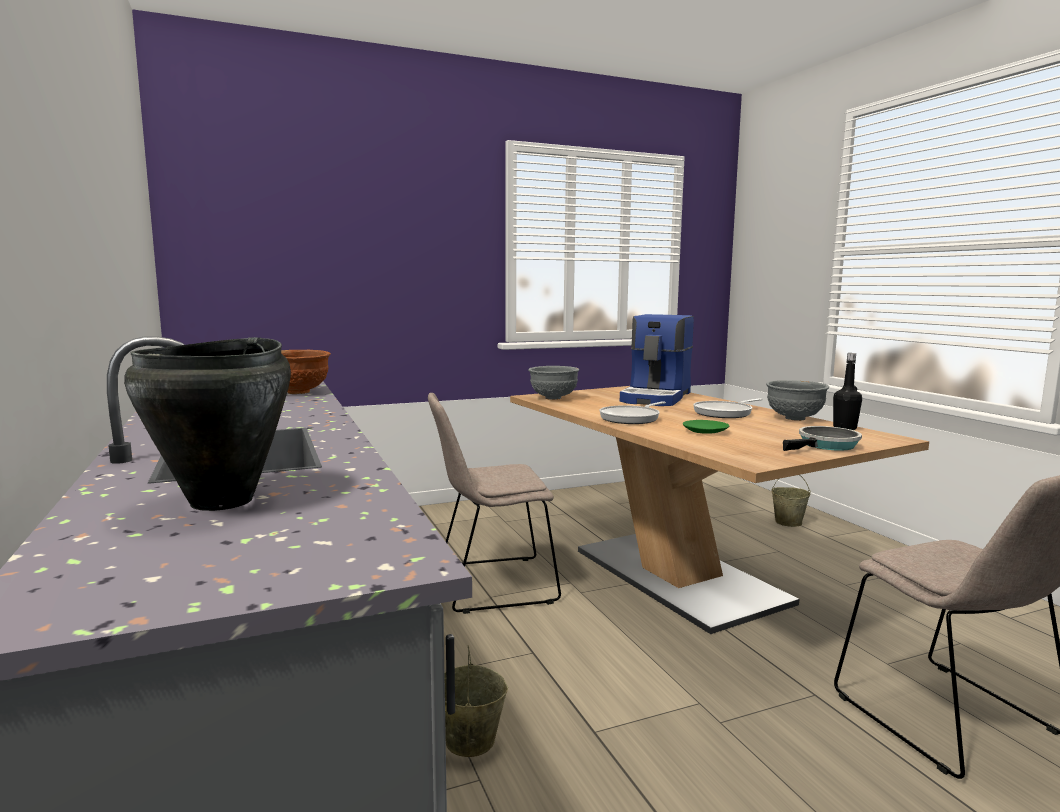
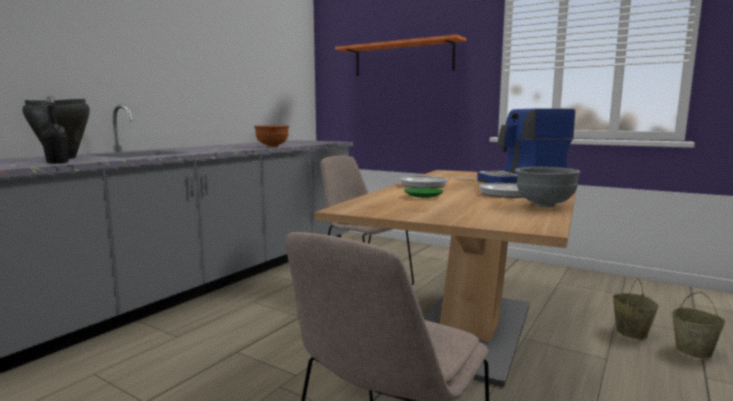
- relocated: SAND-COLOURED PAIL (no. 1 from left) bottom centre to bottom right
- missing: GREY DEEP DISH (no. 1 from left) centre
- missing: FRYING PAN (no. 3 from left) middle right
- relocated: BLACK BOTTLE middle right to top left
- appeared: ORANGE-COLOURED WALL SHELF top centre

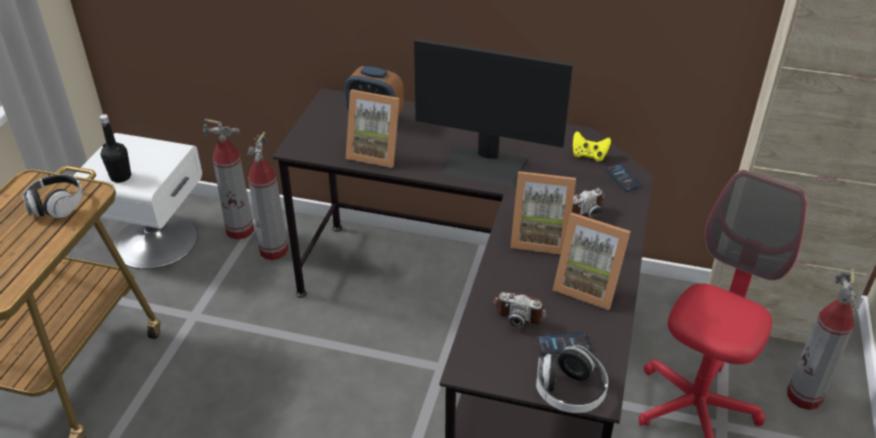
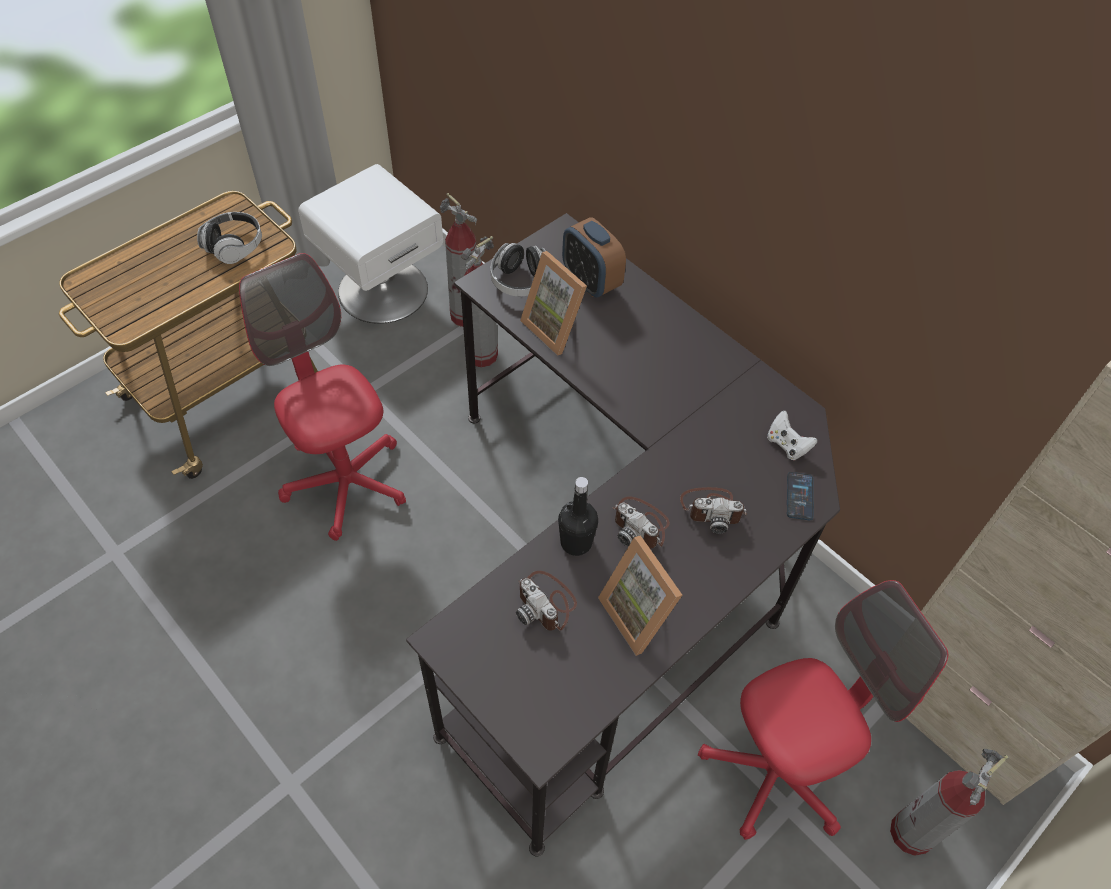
- relocated: BLACK BOTTLE middle left to centre
- missing: MONITOR top centre
- exchanged: PHOTO FRAME (no. 2 from left) centre to STILL CAMERA (no. 2 from left) centre
- relocated: PAIR OF HEADPHONES (no. 2 from left) bottom centre to top centre
- missing: PHONE (no. 1 from left) bottom centre
- colour: YELLOWISH GAMEPAD middle right to WHITE GAMEPAD middle right
- appeared: REDDISH DESK CHAIR (no. 1 from left) middle left

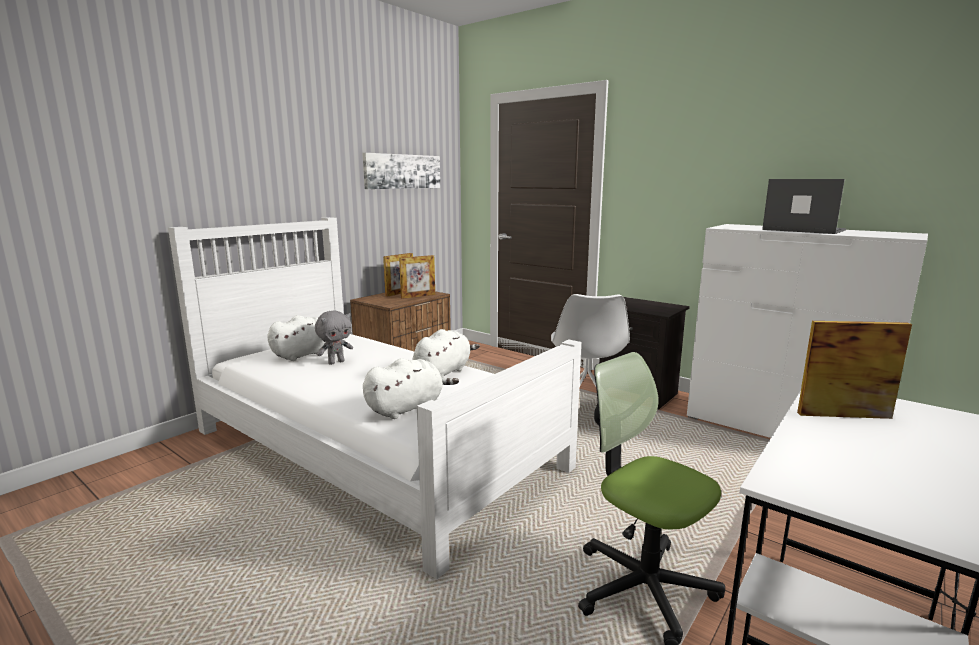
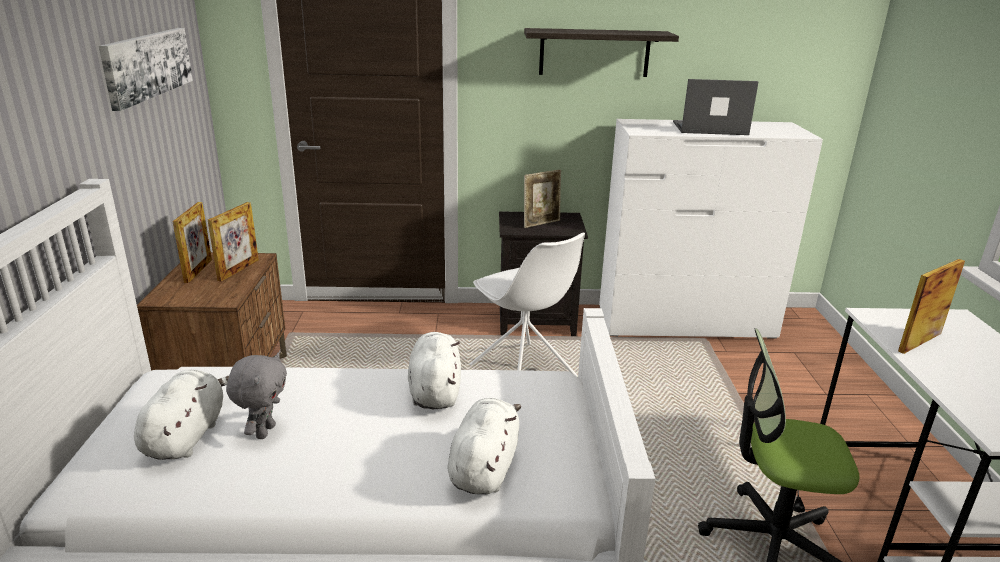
- appeared: WALL SHELF top centre
- appeared: PHOTO FRAME (no. 3 from left) centre

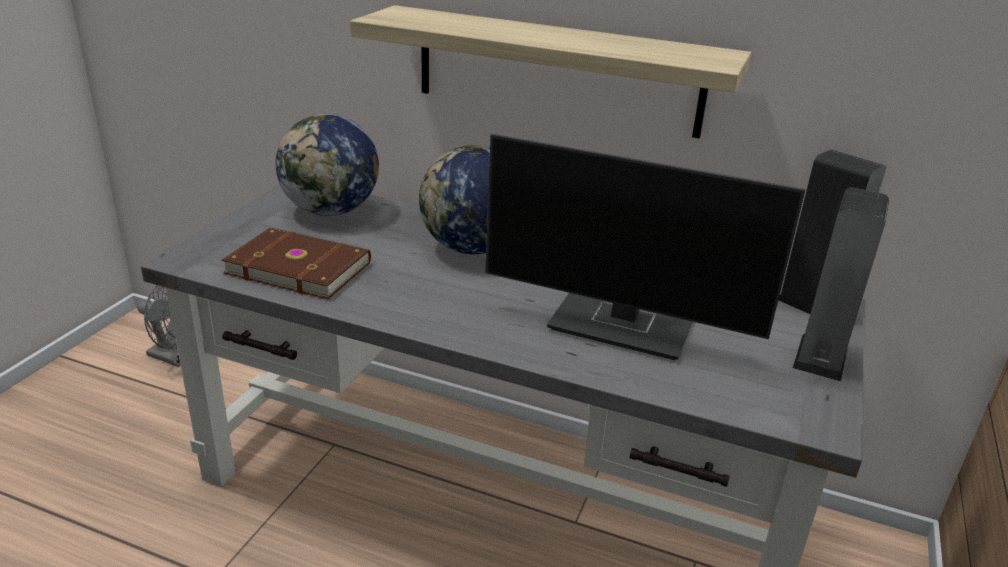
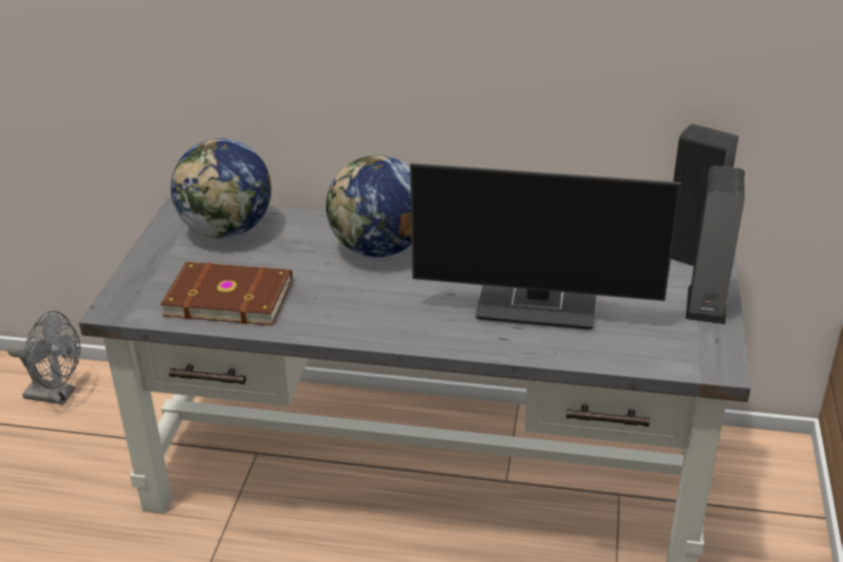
- missing: WALL SHELF top centre

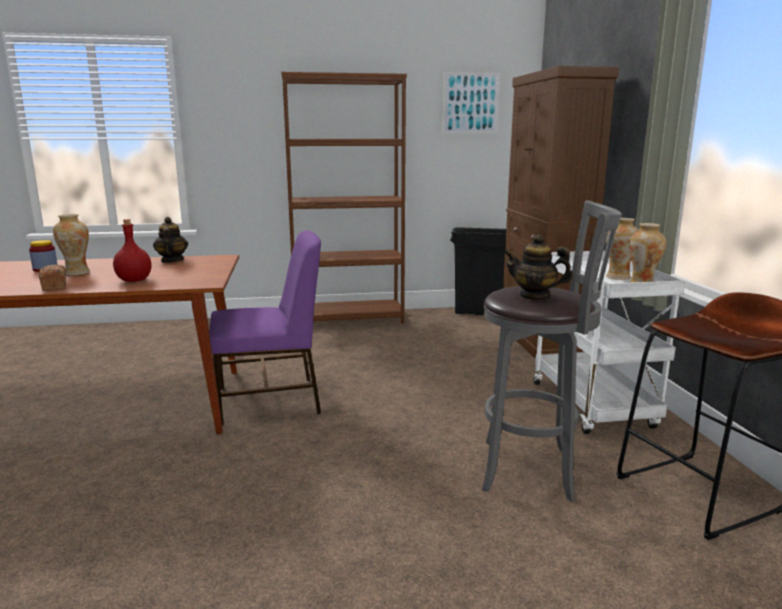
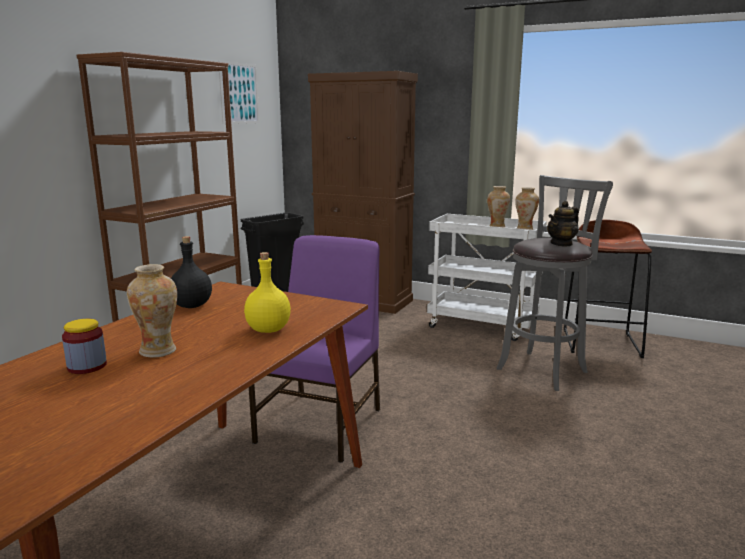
- missing: BAKERY BREAD middle left
- colour: REDDISH BOTTLE middle left to YELLOWISH BOTTLE centre
- exchanged: TEA POT (no. 1 from left) middle left to BLACK BOTTLE middle left

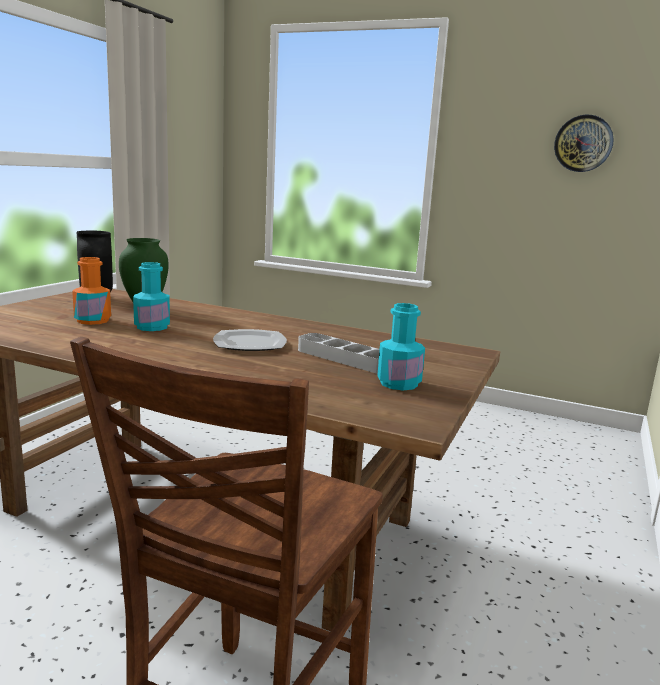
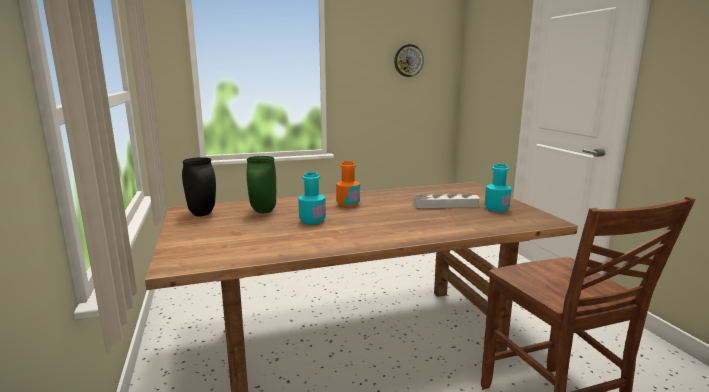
- relocated: ORANGE-COLOURED BOTTLE middle left to centre
- missing: FLAT DISH centre

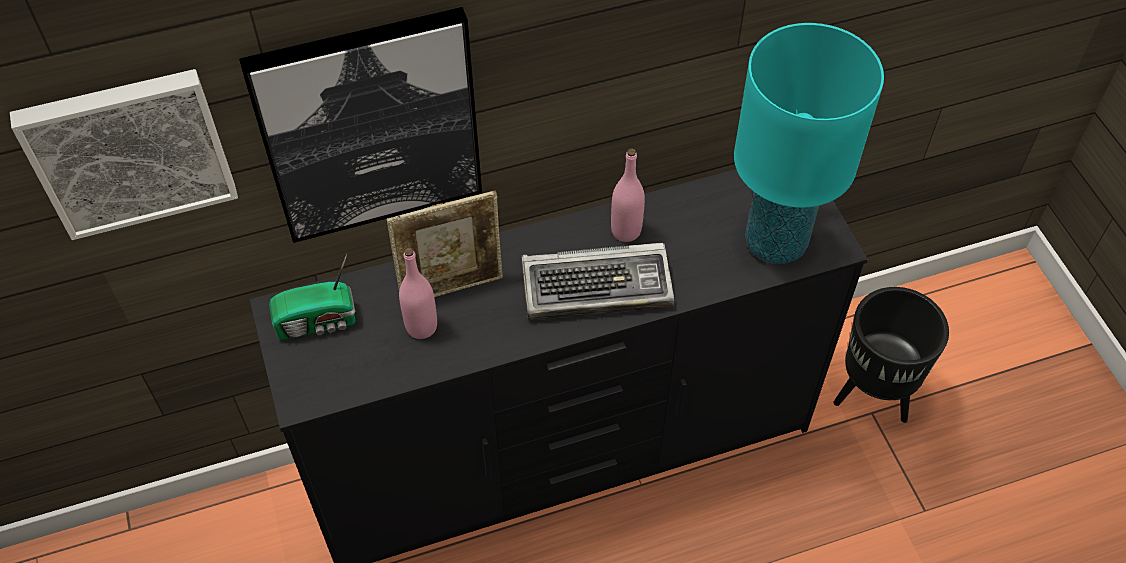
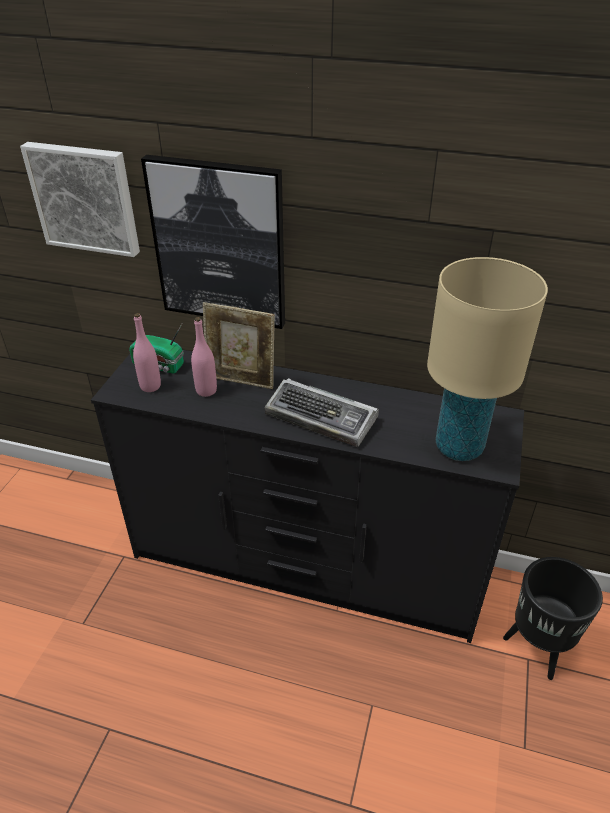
- relocated: PINK BOTTLE (no. 2 from left in the first image) centre to PINK BOTTLE (no. 1 from left) middle left
- colour: TURQUOISE-COLOURED TABLE LAMP top right to SAND-COLOURED TABLE LAMP middle right

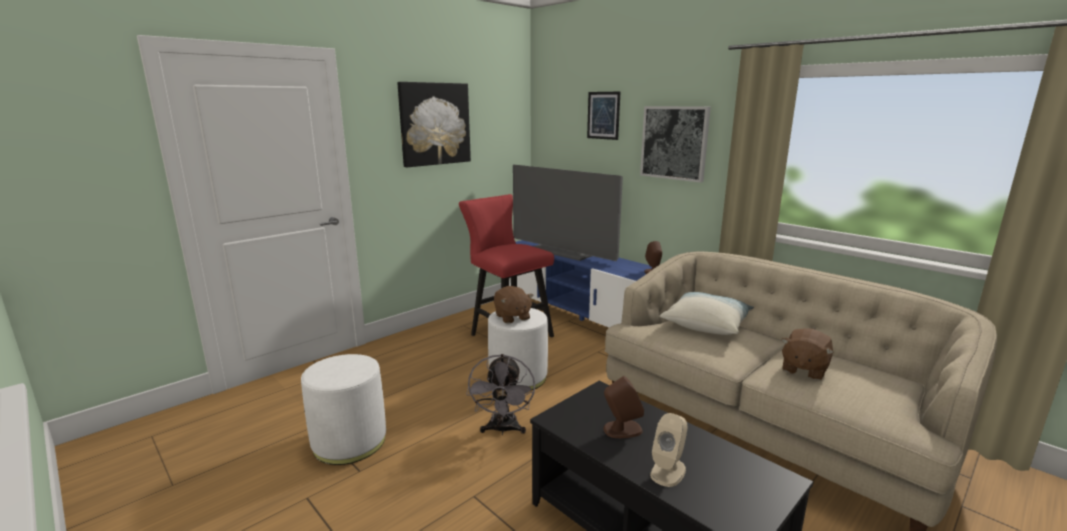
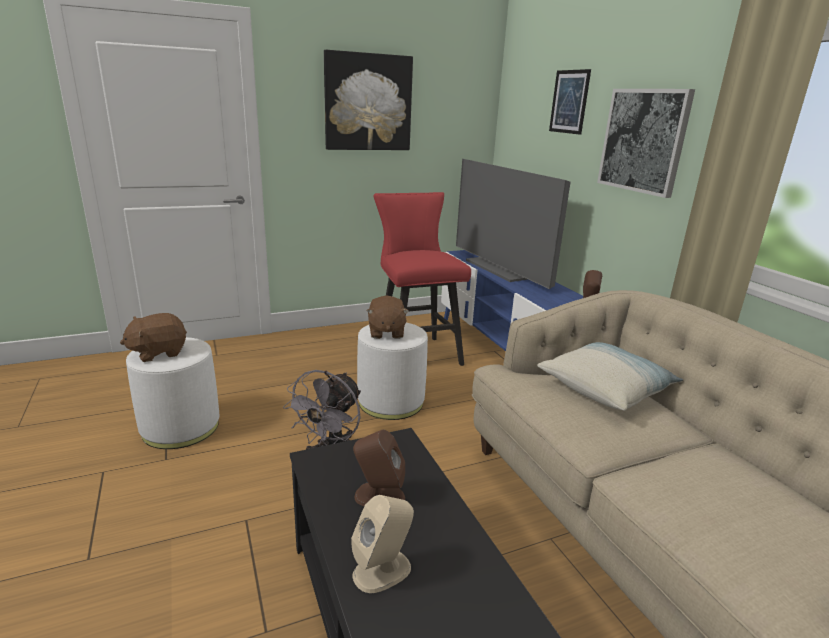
- relocated: BROWN SOFT TOY (no. 2 from left in the first image) bottom right to BROWN SOFT TOY (no. 1 from left) middle left

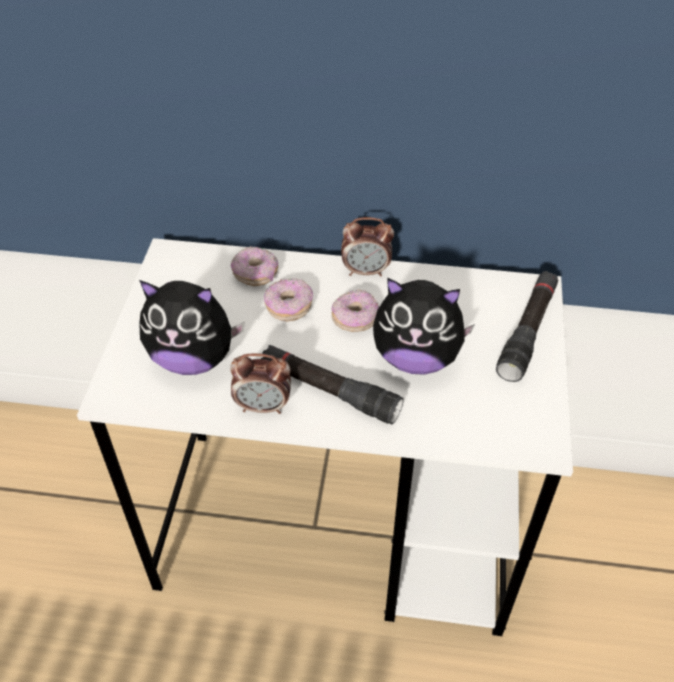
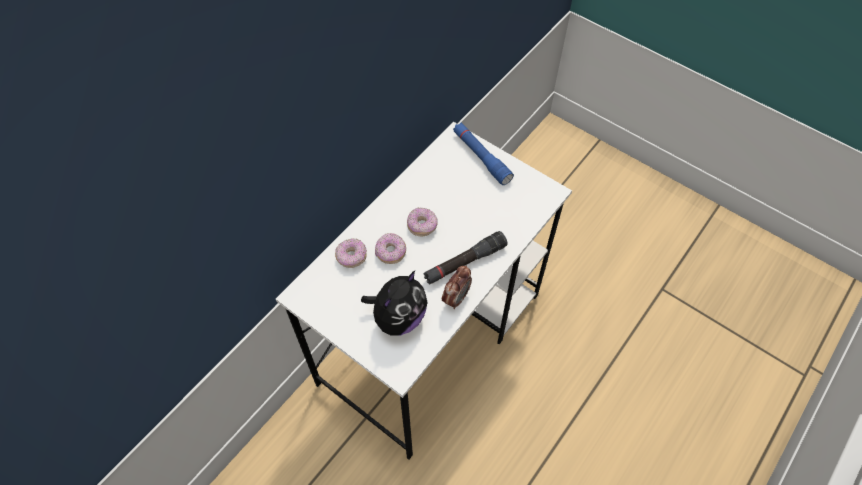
- missing: TABLE CLOCK (no. 2 from left) centre
- missing: SOFT TOY (no. 2 from left) centre
- colour: BLACK HAND TORCH (no. 2 from left) middle right to BLUE HAND TORCH top centre

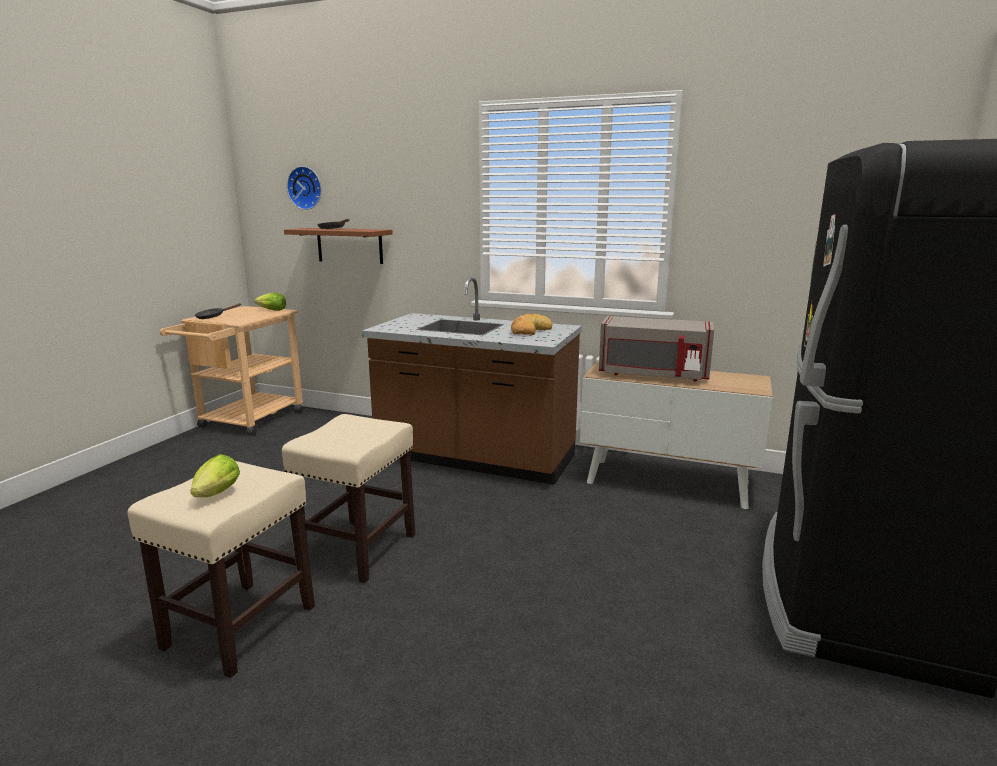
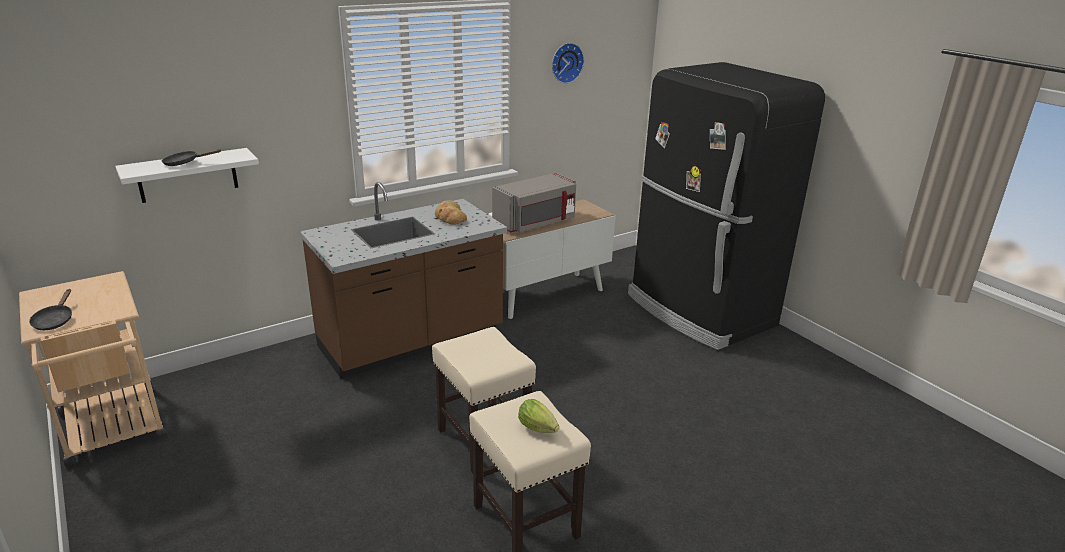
- missing: HEAD OF LETTUCE (no. 2 from left) middle left
- colour: BROWN WALL SHELF top centre to WHITE WALL SHELF top left
- relocated: HANGING CLOCK top left to top centre

